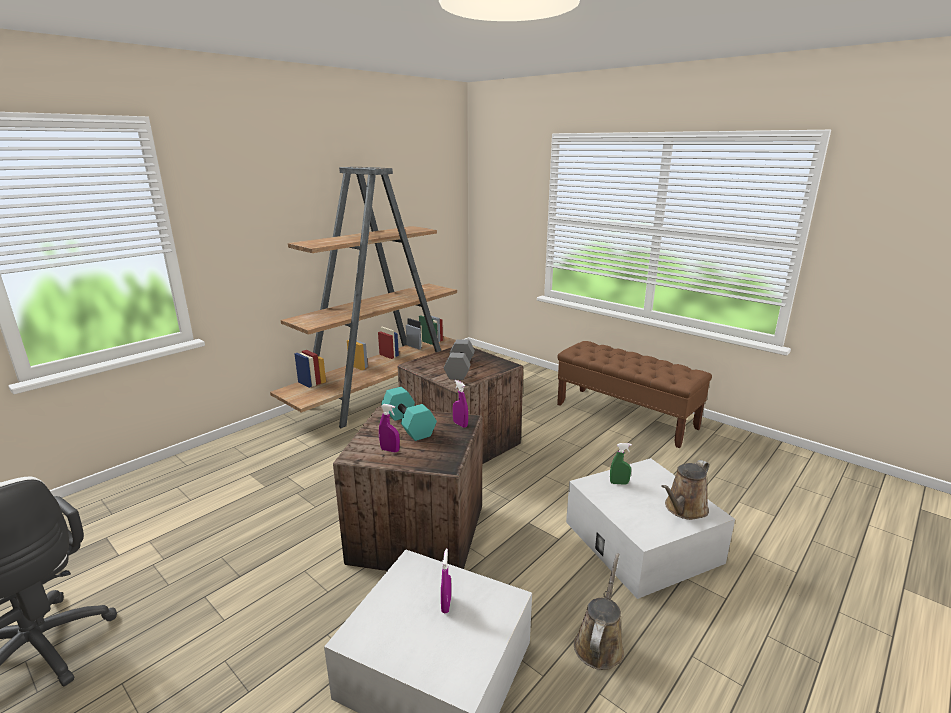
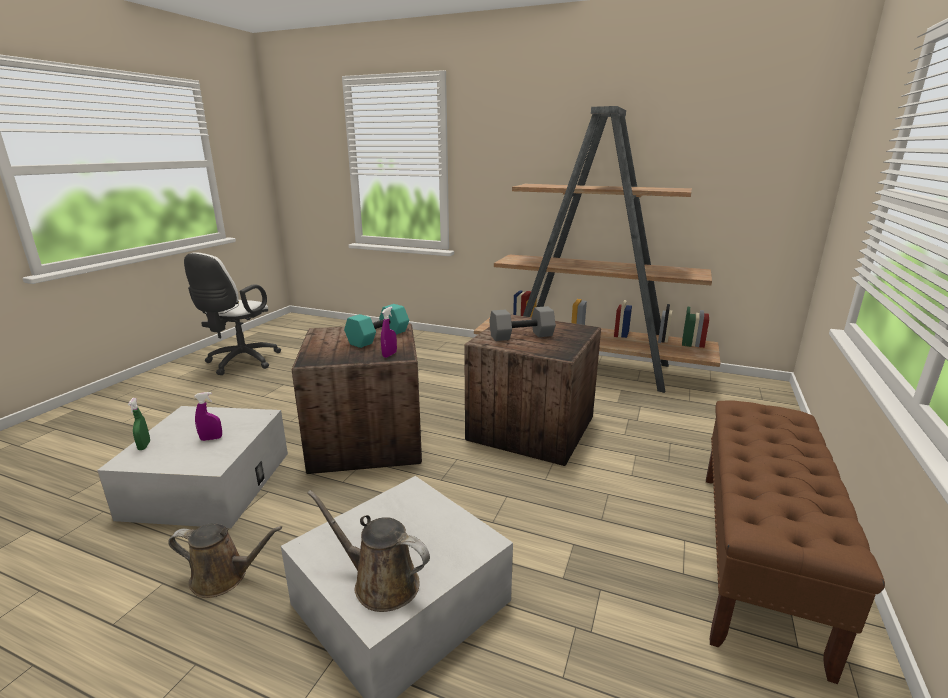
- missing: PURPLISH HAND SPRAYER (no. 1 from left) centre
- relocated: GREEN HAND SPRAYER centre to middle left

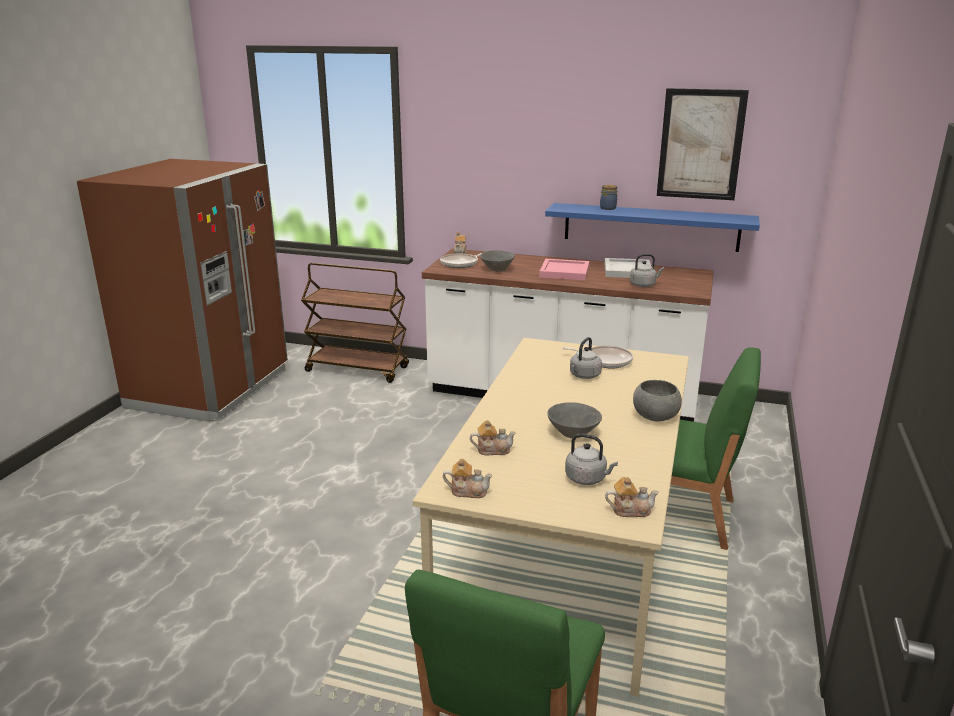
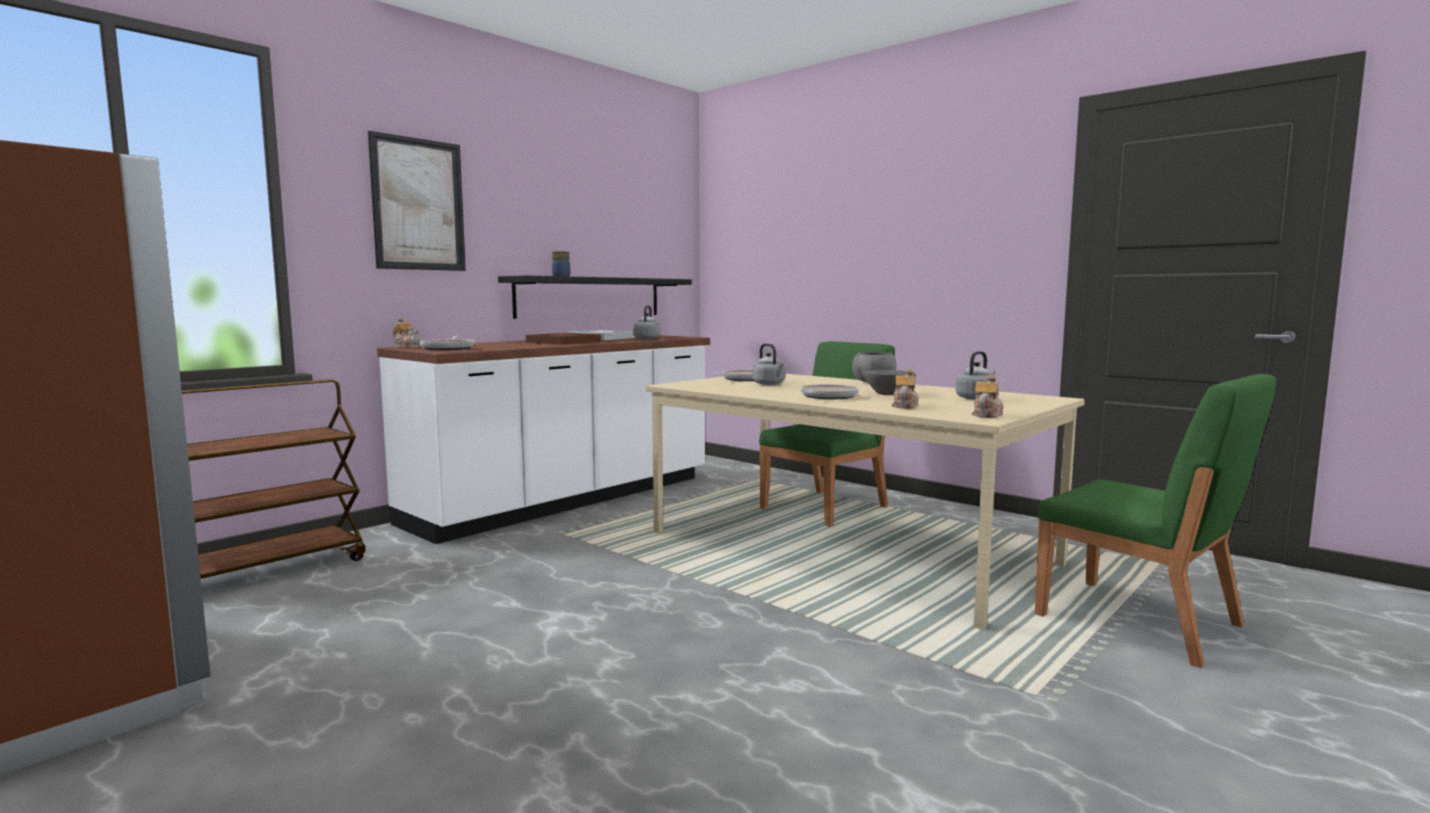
- missing: GREY DEEP DISH (no. 1 from left) centre
- colour: PINK SERVING TRAY centre to BROWN SERVING TRAY centre
- colour: BLUE WALL SHELF top right to BLACK WALL SHELF centre
- missing: TEA POT (no. 4 from left) bottom centre
- relocated: PICTURE top right to top left
- appeared: FRYING PAN (no. 3 from left) centre

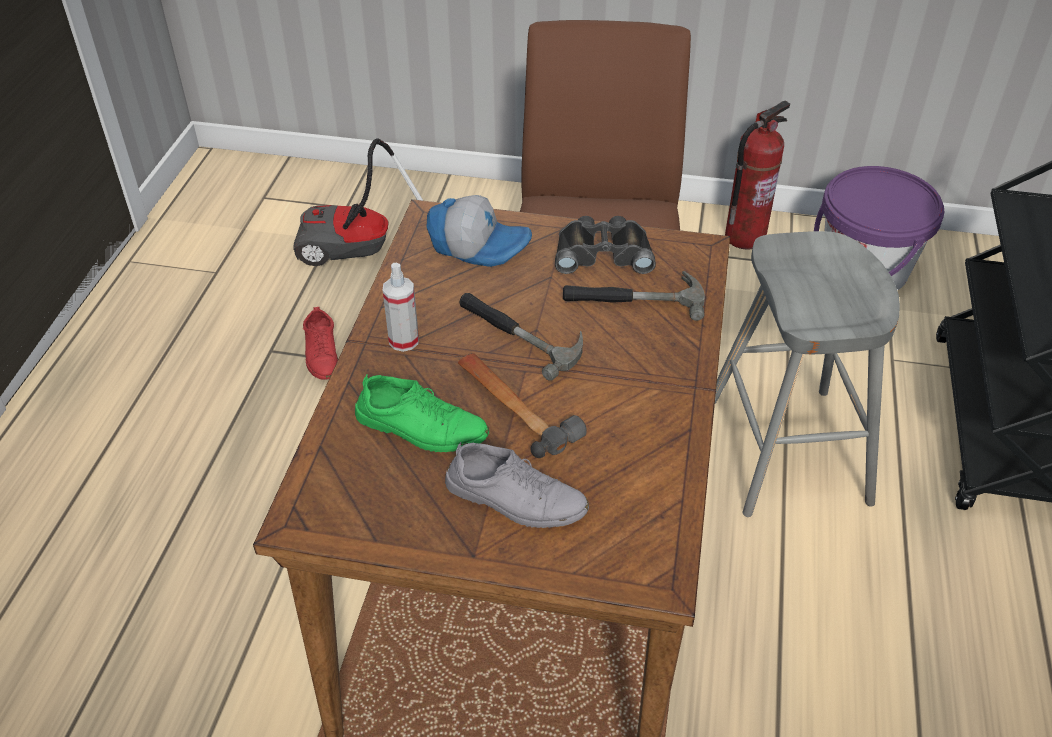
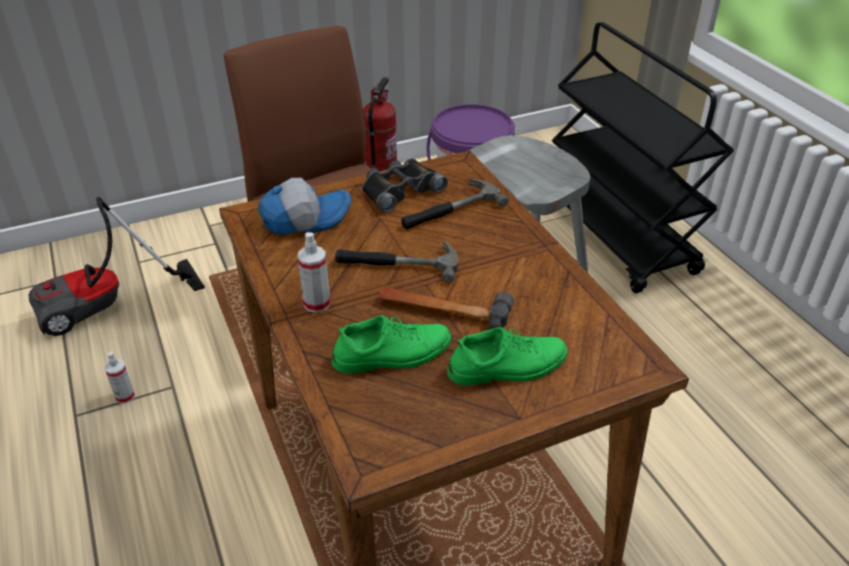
- exchanged: REDDISH LOW SHOE middle left to HAND SPRAYER (no. 1 from left) bottom left
- colour: GREY LOW SHOE centre to GREEN LOW SHOE (no. 2 from left) centre

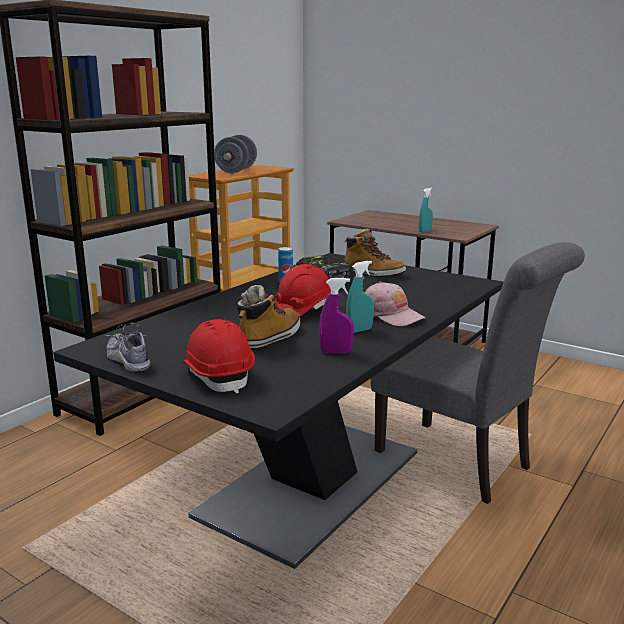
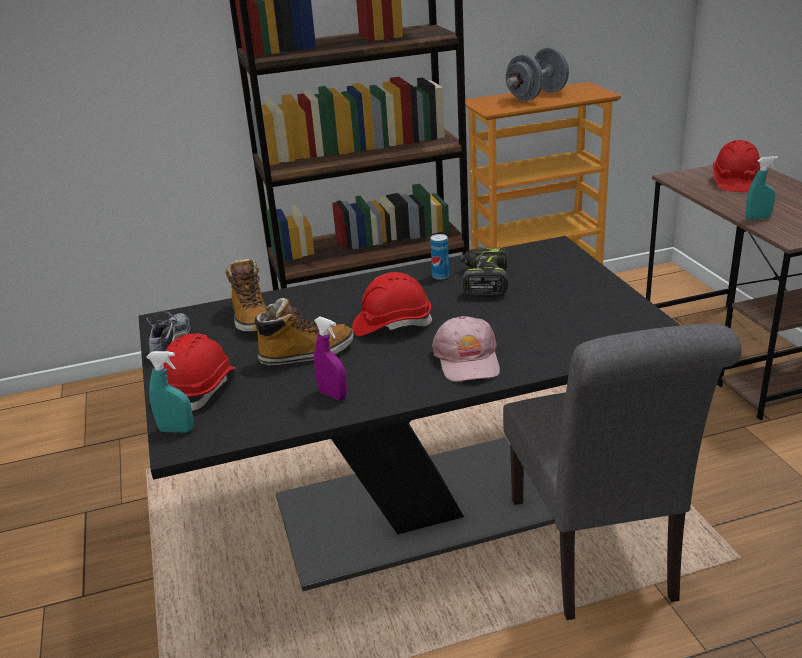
- relocated: BOOT (no. 2 from left in the first image) centre to BOOT (no. 1 from left) middle left
- relocated: TURQUOISE-COLOURED HAND SPRAYER (no. 1 from left) centre to middle left
- appeared: REDDISH HARD HAT (no. 3 from left) top right

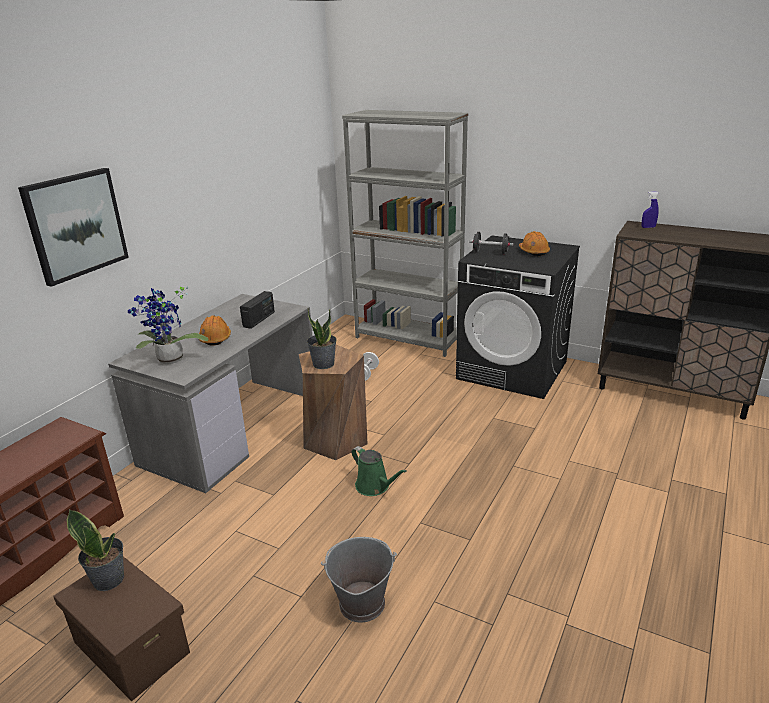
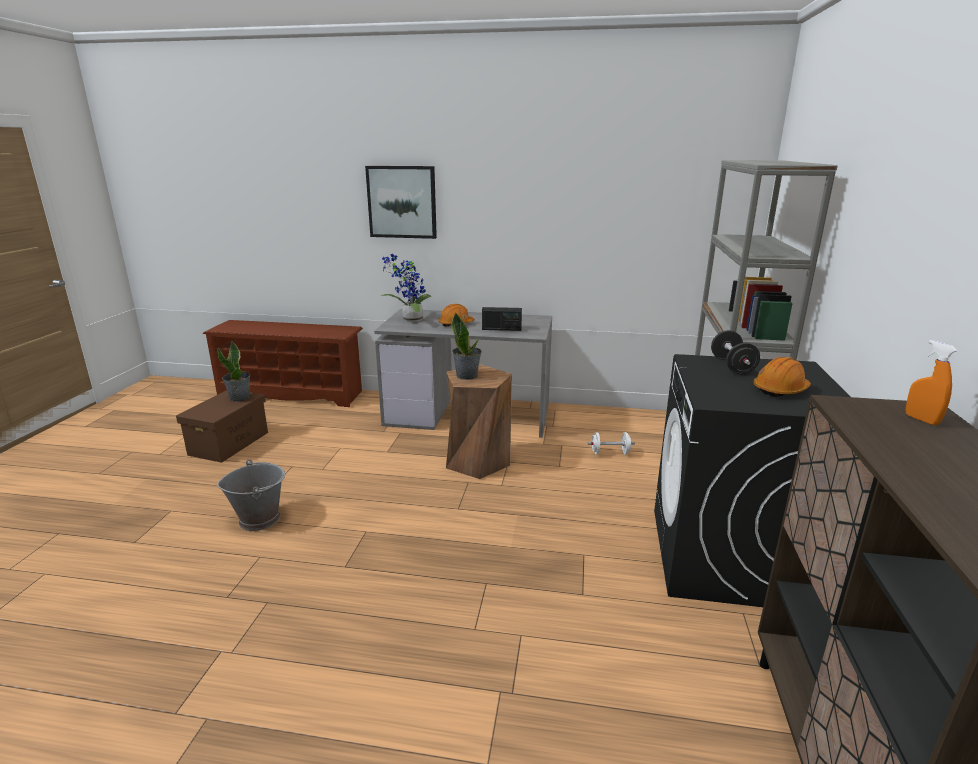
- missing: GREEN SPRINKLING CAN bottom centre
- colour: BLUE HAND SPRAYER top right to ORANGE-COLOURED HAND SPRAYER middle right

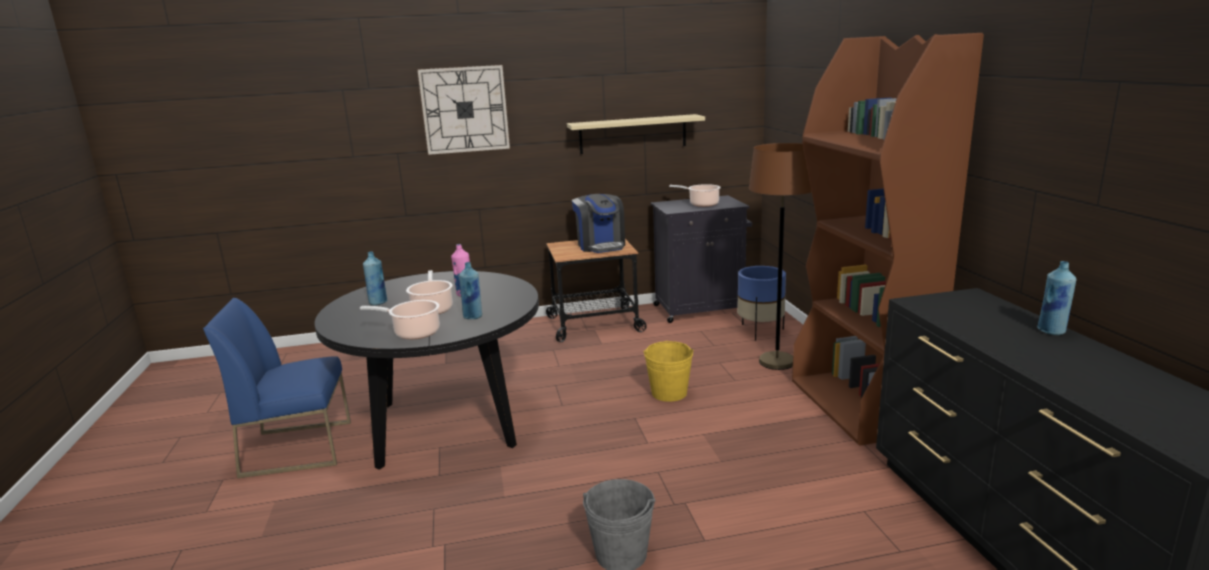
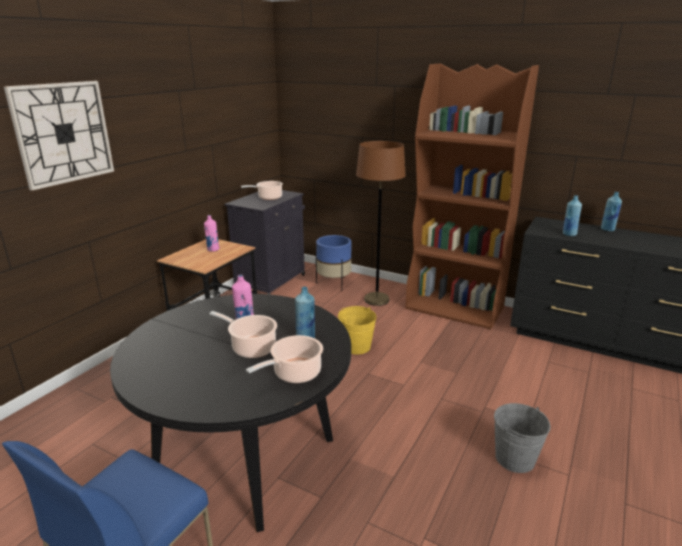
- relocated: BLUE BOTTLE (no. 1 from left in the first image) middle left to BLUE BOTTLE (no. 2 from left) middle right
- missing: SAND-COLOURED WALL SHELF top centre
- exchanged: COFFEE BREWER centre to PINK BOTTLE (no. 1 from left) middle left

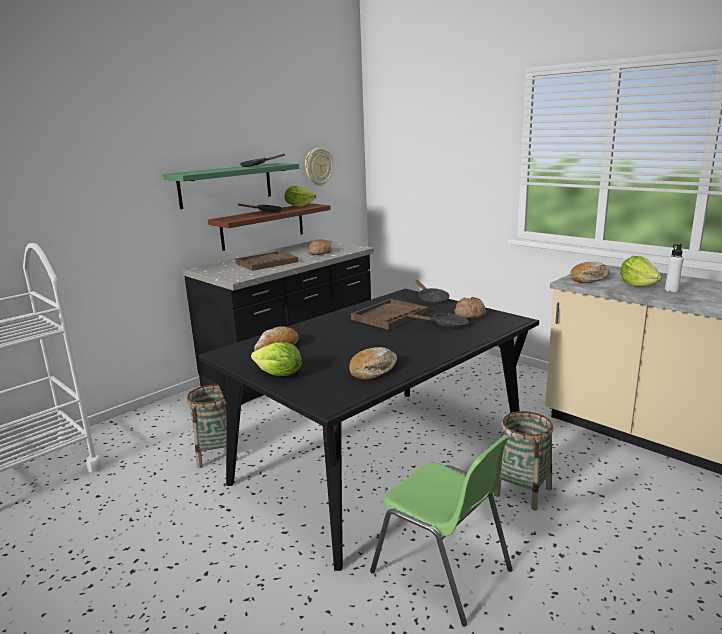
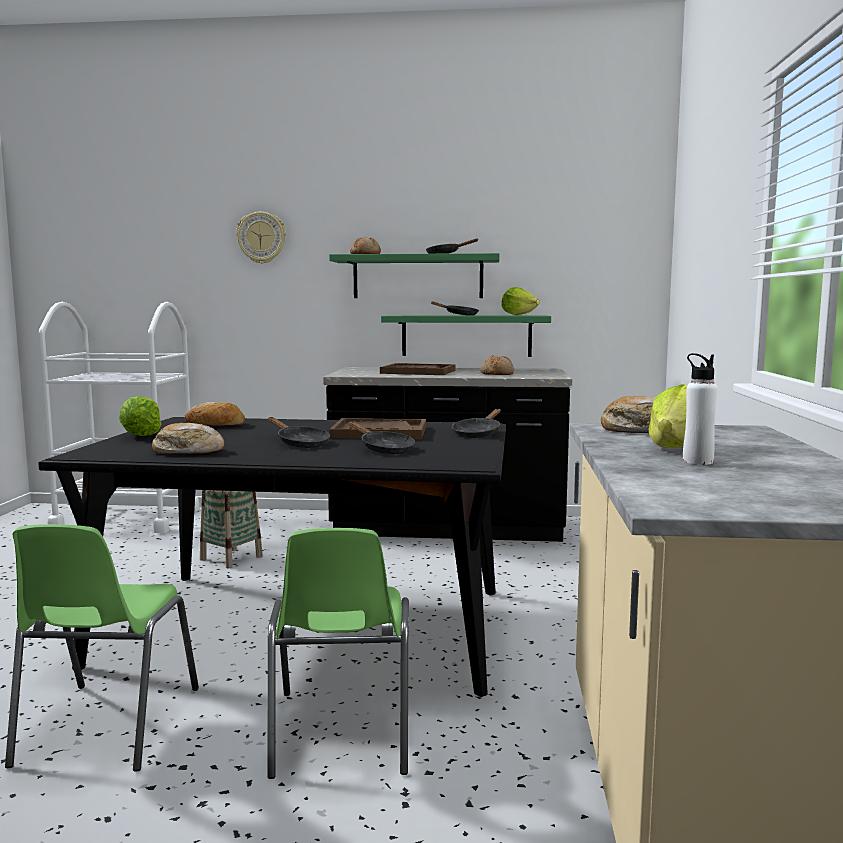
- colour: BROWN WALL SHELF centre to GREEN WALL SHELF (no. 2 from left) centre
- relocated: HANGING CLOCK top centre to top left
- relocated: BAKERY BREAD (no. 4 from left in the first image) centre to BAKERY BREAD (no. 3 from left) top centre
- exchanged: BASKET (no. 2 from left) bottom right to GREEN CHAIR (no. 2 from left) bottom centre
- appeared: BLACK FRYING PAN (no. 1 from left) centre

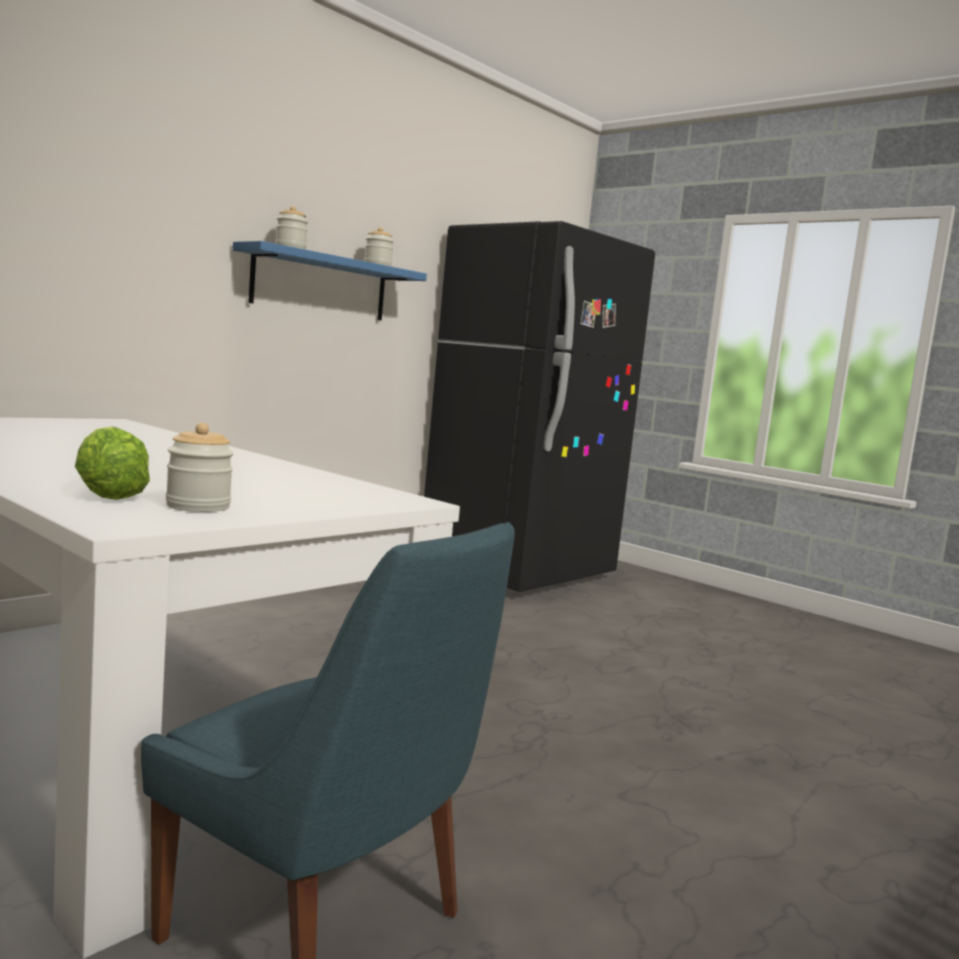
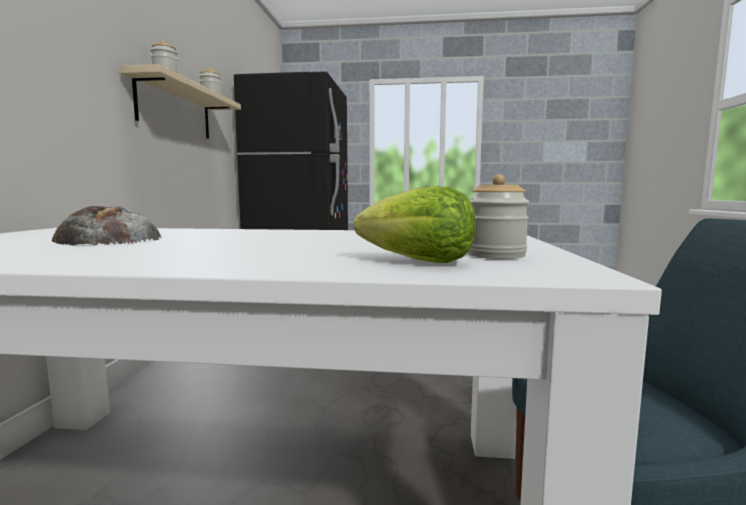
- colour: BLUE WALL SHELF top centre to SAND-COLOURED WALL SHELF top left
- appeared: BAKERY BREAD middle left

